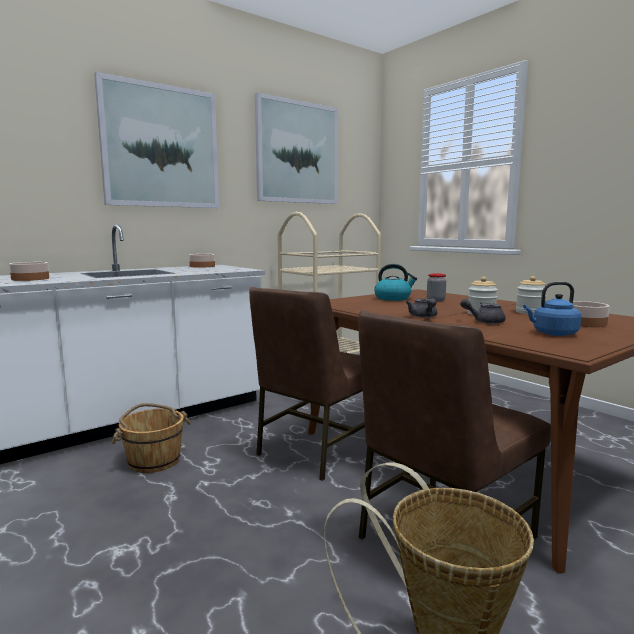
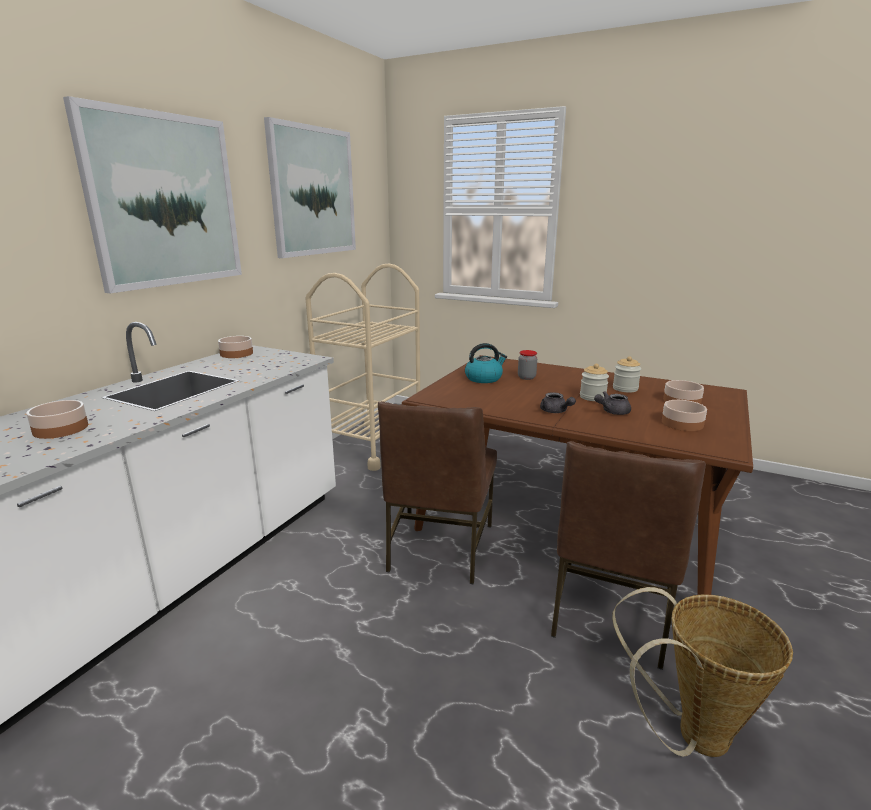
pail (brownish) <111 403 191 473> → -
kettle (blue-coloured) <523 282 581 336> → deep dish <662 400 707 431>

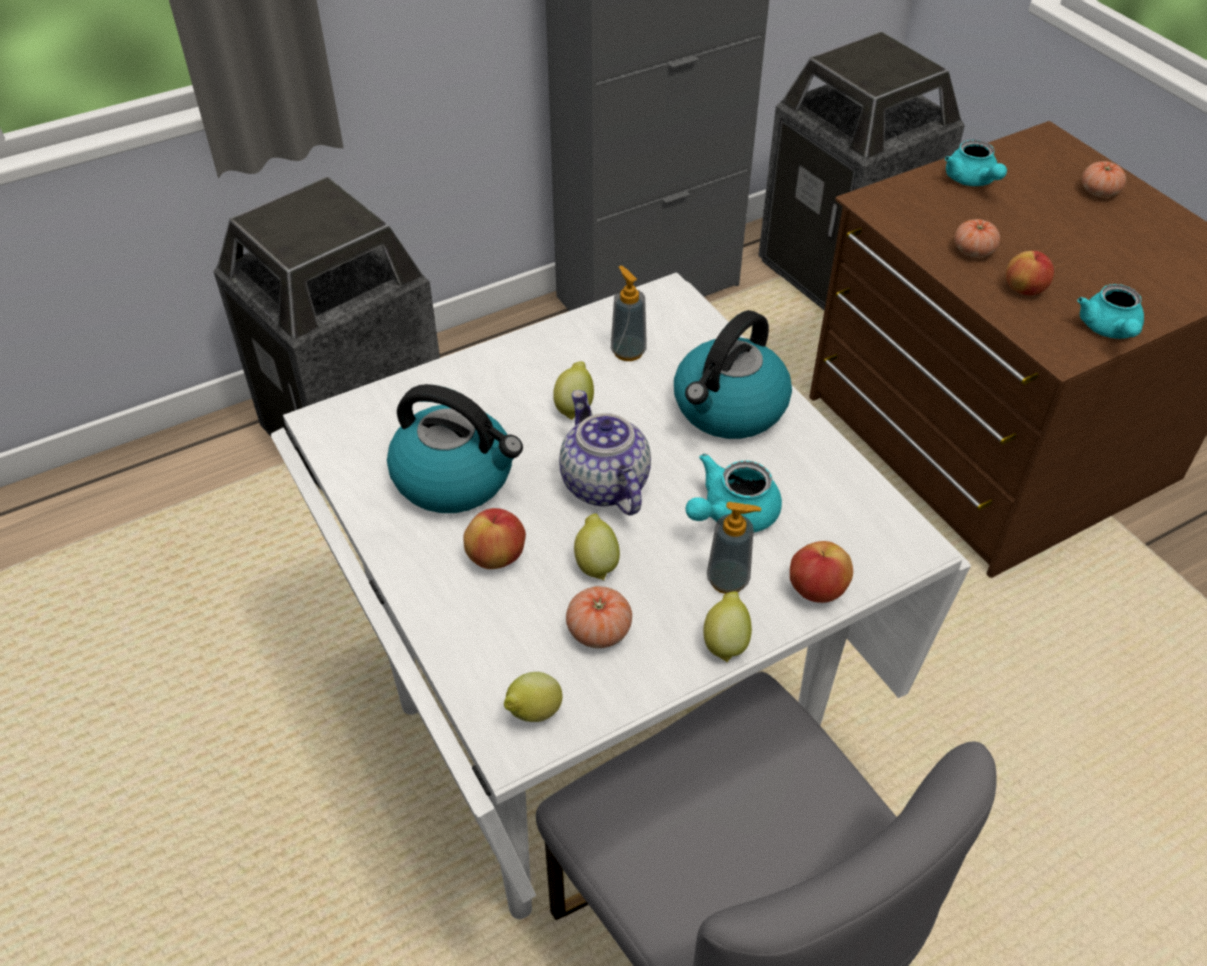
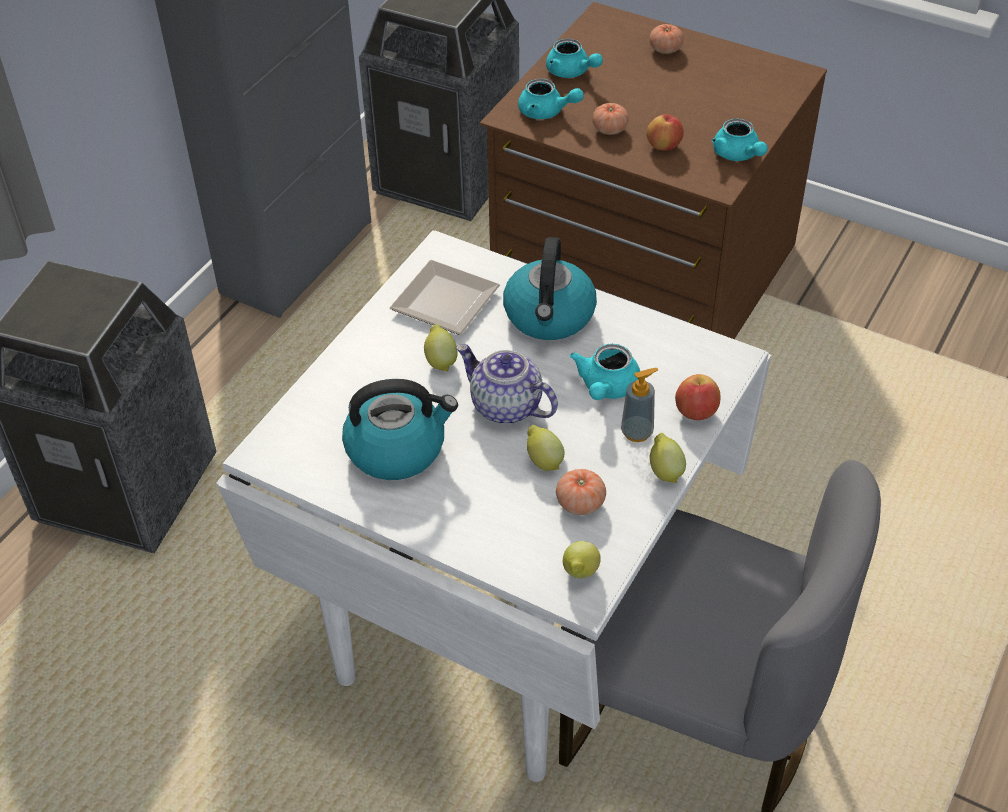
apple fruit <464 508 526 569> → -
liquid soap bottle <611 266 647 361> → plate <389 260 500 335>
- → pot for tea (turquoise-coloured) <518 78 584 119>

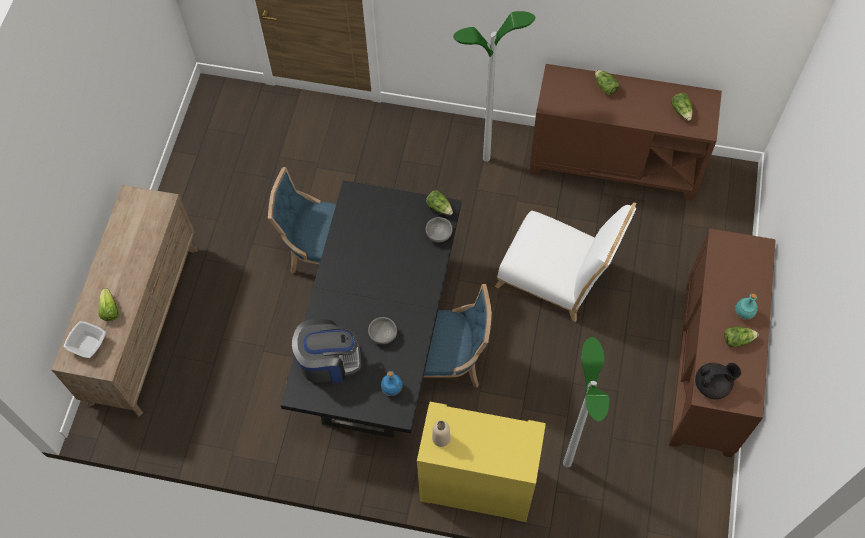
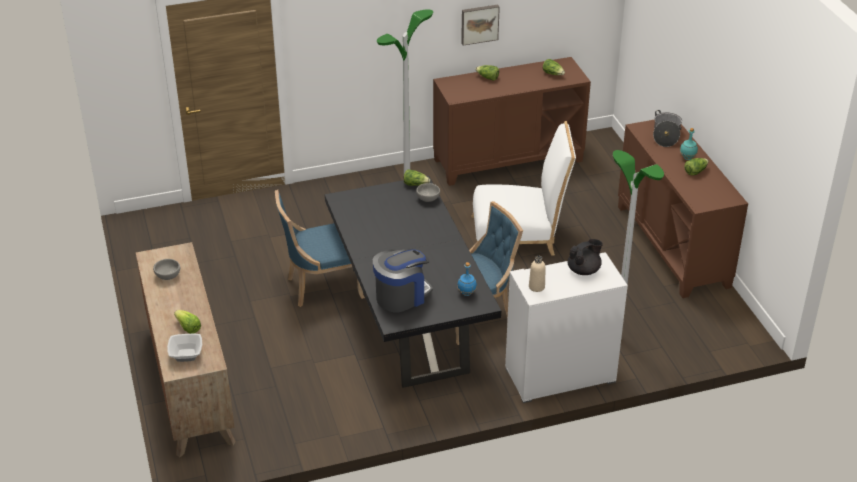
deep dish (gray) <368 317 397 344> → deep dish (gray) <153 259 180 280>, relocated
cupboard (yellow-coloured) <417 402 546 522> → cupboard (whitish) <505 252 628 403>
pot for tea (black) <695 363 741 399> → pot for tea (black) <567 239 603 275>, relocated
- → wall art <461 5 500 46>
- → stockpot <653 110 682 147>

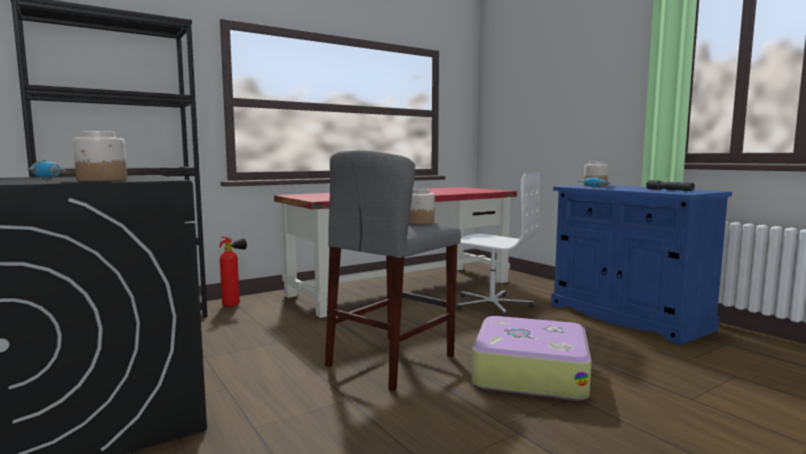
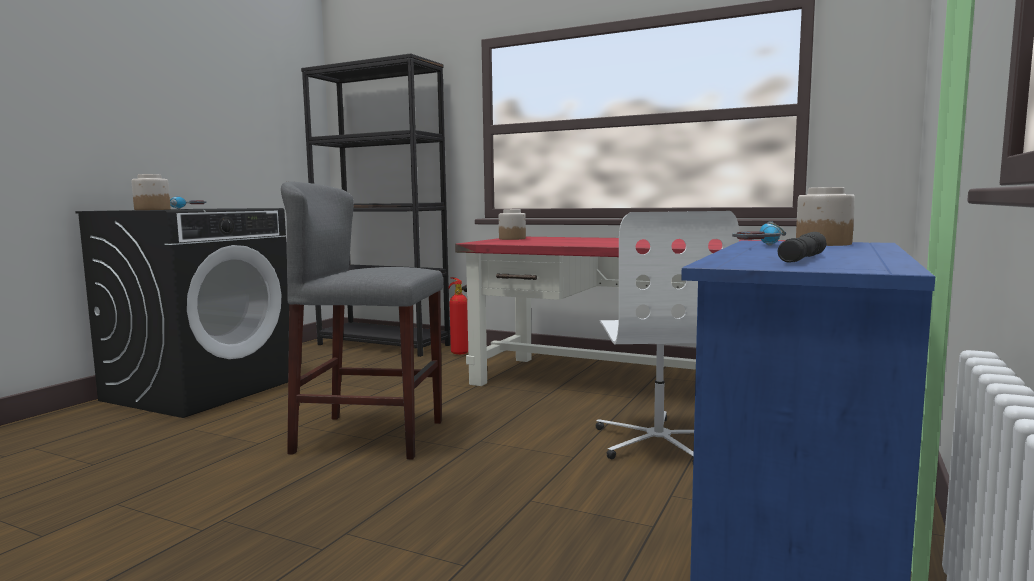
jar <408 189 435 224> → jar <499 209 526 240>, relocated
piece of luggage <472 316 592 401> → -

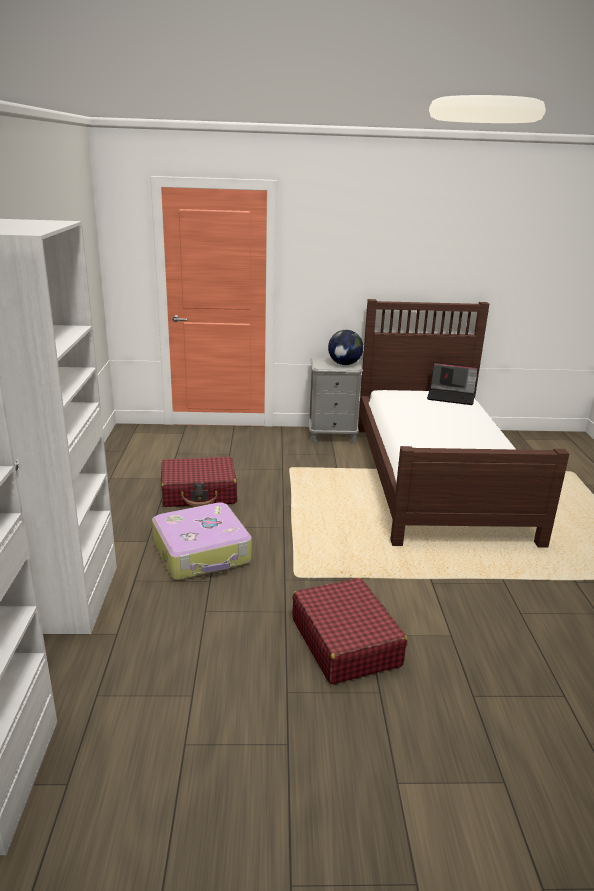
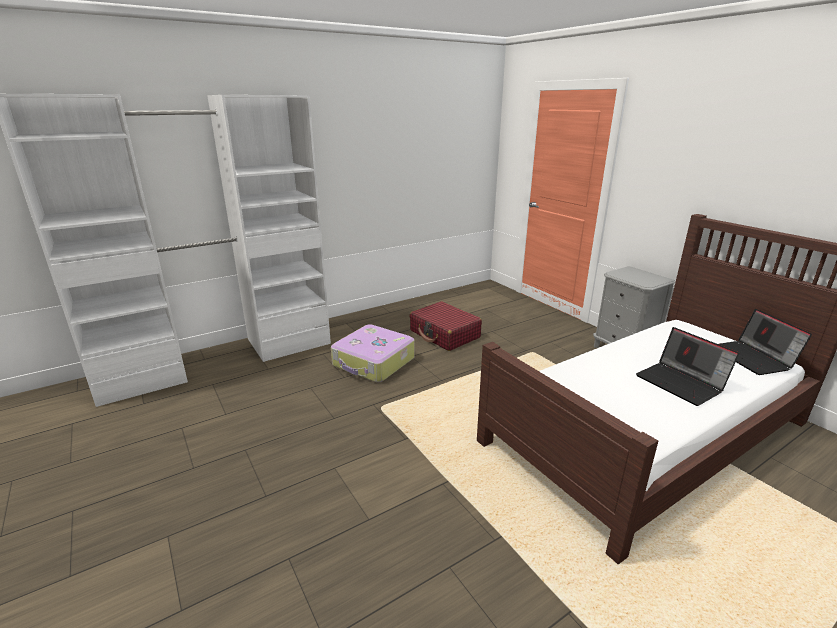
piece of luggage (red-coloured) <292 578 408 685> → -
world globe <328 330 363 365> → -
- → notebook computer <636 327 739 406>

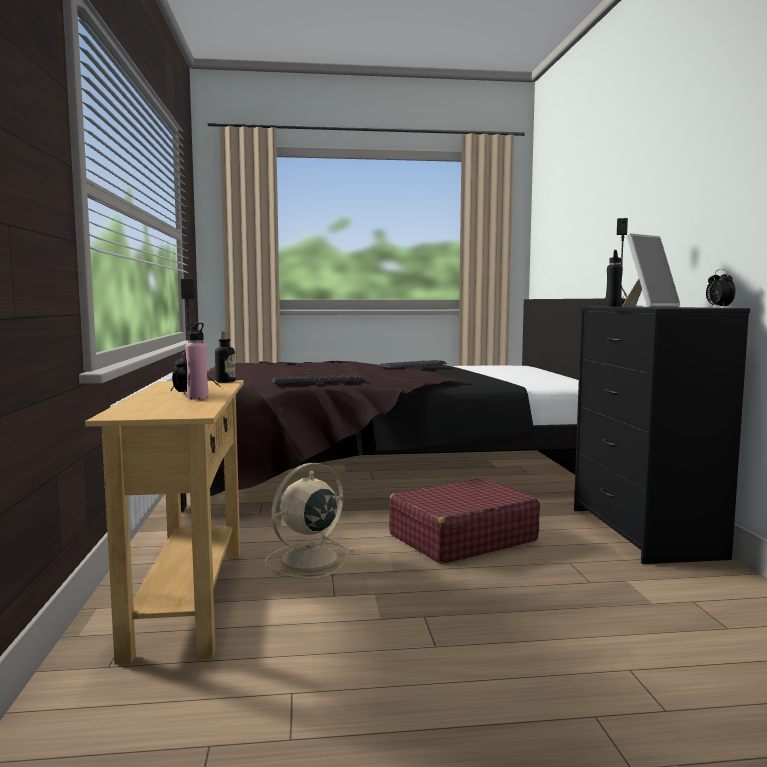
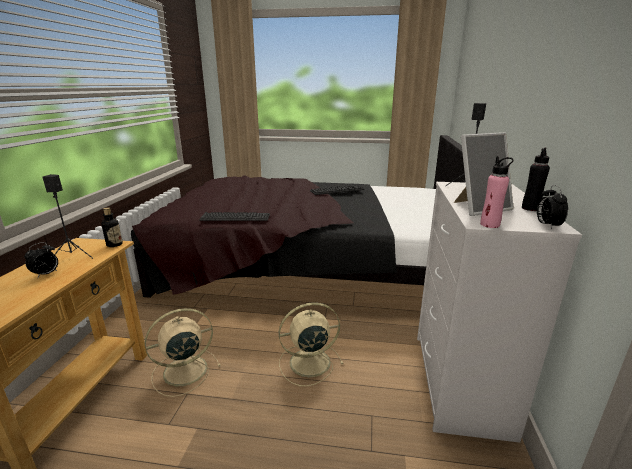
bottle (pinkish) <186 323 208 400> → bottle (pinkish) <480 156 514 228>, relocated
piece of luggage (red-coloured) <389 478 540 564> → electric fan (beige) <279 302 344 386>
dresser (black) <574 307 750 564> → dresser (whitish) <417 182 582 443>
bottle (black) <605 250 623 307> → bottle (black) <522 147 550 211>, relocated

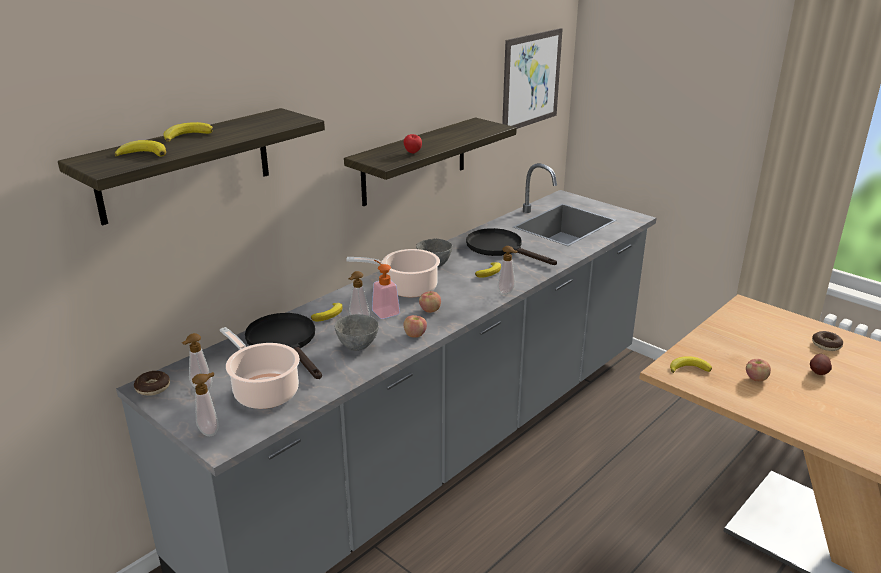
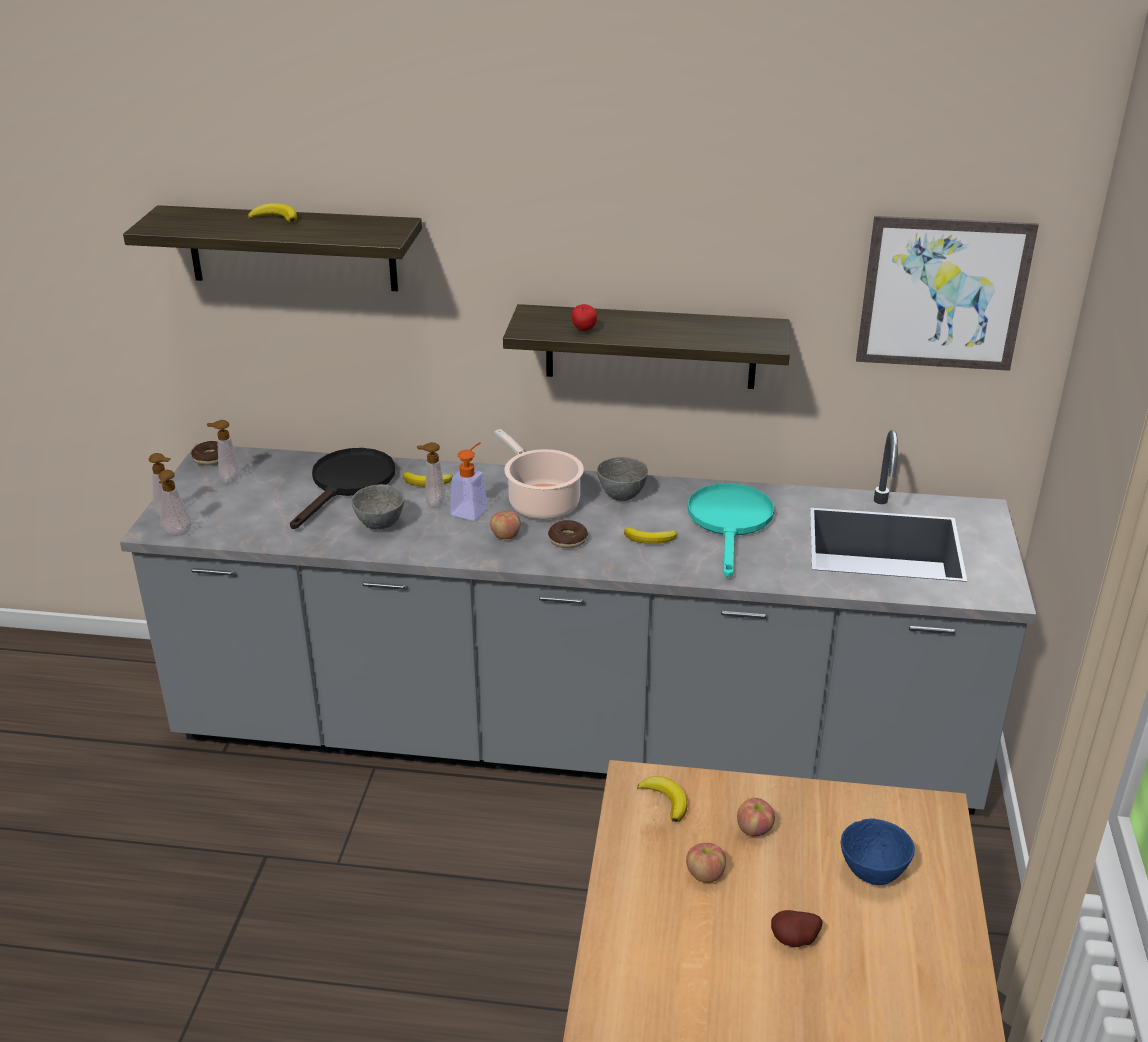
banana <115 140 166 157> → -
stockpot <220 327 300 409> → -
apple fruit <403 315 427 338> → apple fruit <737 798 775 837>, relocated
frying pan (black) <466 228 557 265> → frying pan (turquoise-coloured) <688 483 774 577>
liquid soap bottle <498 246 518 295> → liquid soap bottle <158 470 192 536>, relocated
ring doughnut <812 331 843 351> → ring doughnut <548 520 588 548>, relocated
- → deep dish (blue-coloured) <841 819 915 885>

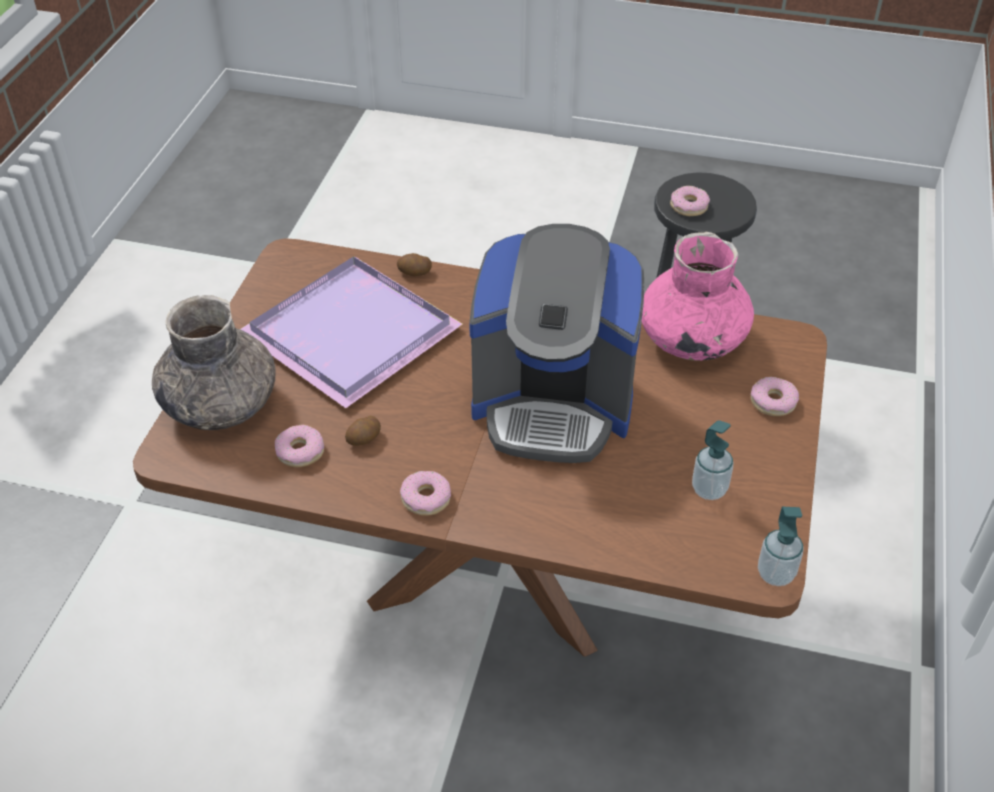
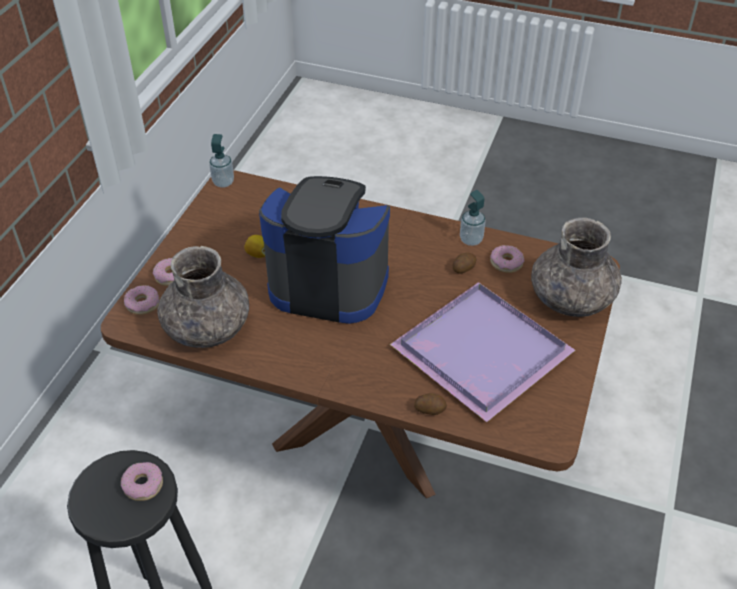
ring doughnut <400 471 451 516> → ring doughnut <124 285 160 315>, relocated
vase (pinkish) <642 232 754 361> → vase (gray) <157 246 249 348>
liquid soap bottle <692 420 733 500> → liquid soap bottle <460 190 486 246>, relocated
- → whole lemon <244 235 265 258>

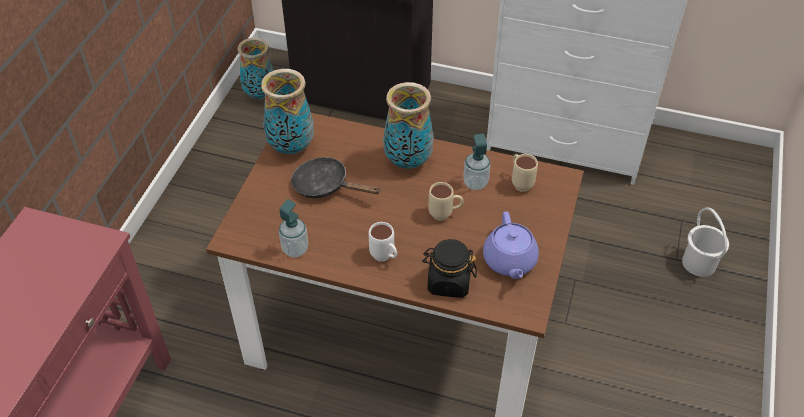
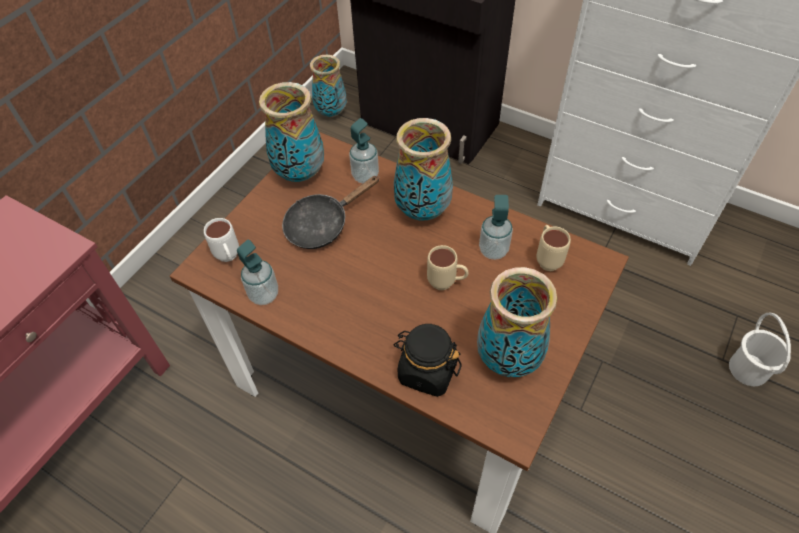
frying pan (black) <291 157 381 198> → frying pan (black) <282 176 380 249>, 75 degrees counterclockwise
mug (whitish) <369 222 397 261> → mug (whitish) <204 218 239 262>, relocated
pot for tea (purple) <483 211 539 279> → vase <477 267 557 377>
- → liquid soap bottle <349 118 379 183>

